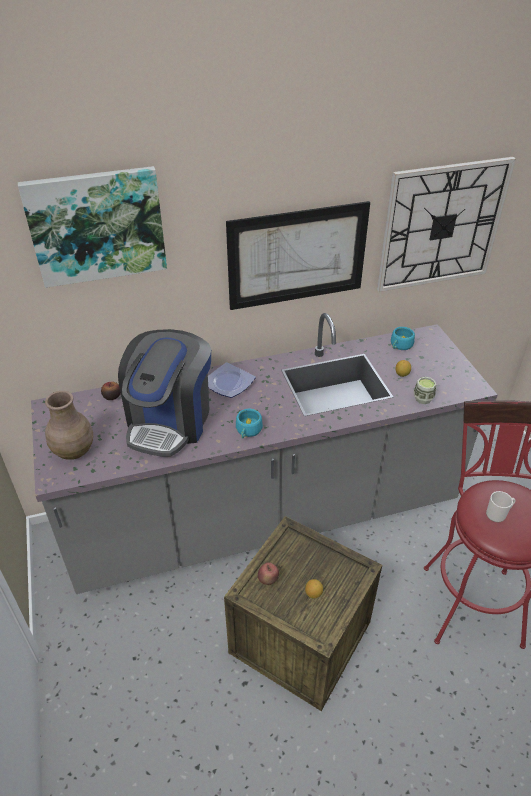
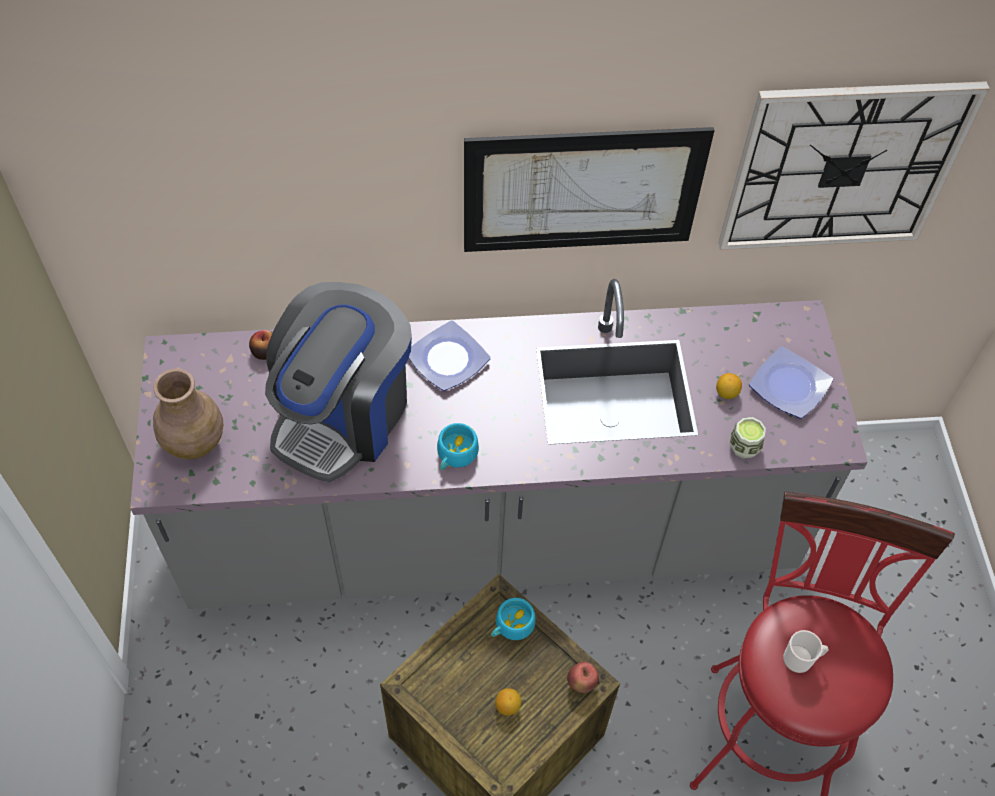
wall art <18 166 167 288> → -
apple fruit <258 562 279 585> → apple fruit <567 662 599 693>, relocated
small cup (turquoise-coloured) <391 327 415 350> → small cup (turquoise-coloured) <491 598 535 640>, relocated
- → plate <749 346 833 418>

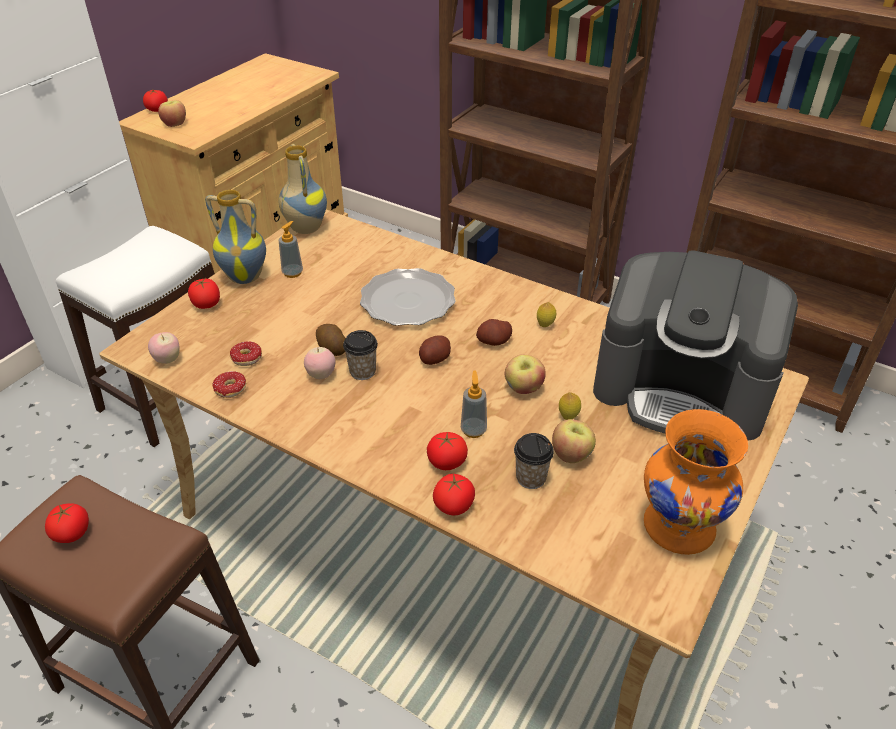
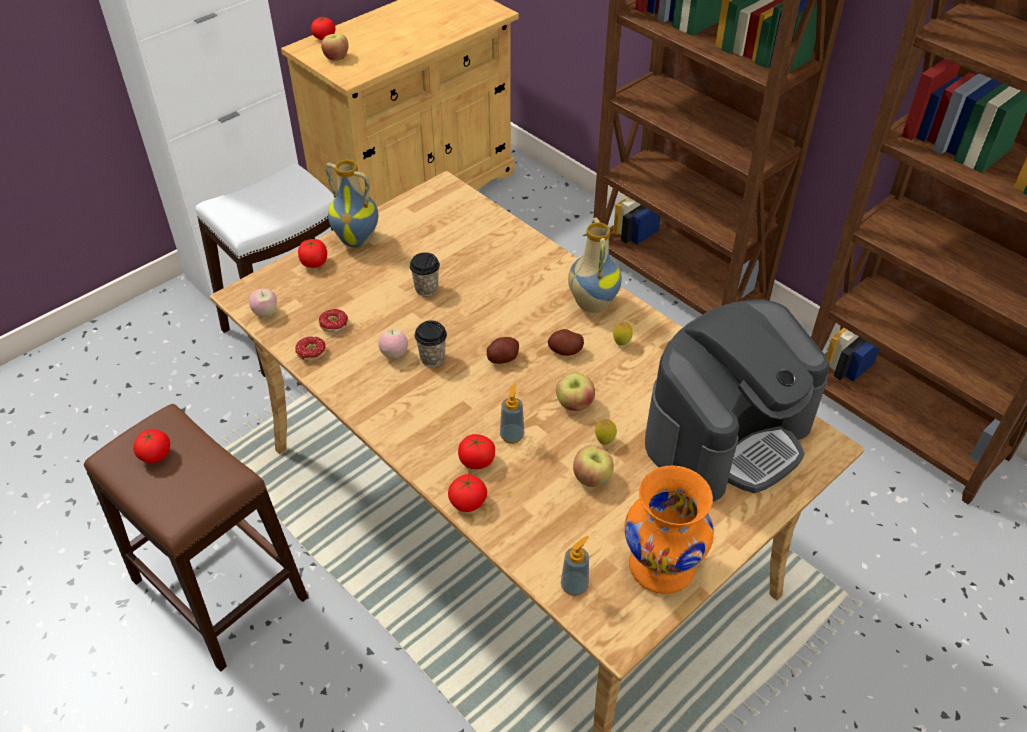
vase <279 144 327 234> → vase <568 218 622 313>, relocated
liquid soap bottle <279 221 303 278> → liquid soap bottle <561 536 589 596>, relocated
whole potato <316 324 346 356> → -
plate <360 268 456 326> → -
small cup <514 433 554 489> → small cup <410 252 440 296>, relocated
coffee machine <593 250 798 440> → coffee machine <645 300 830 502>, 75 degrees counterclockwise

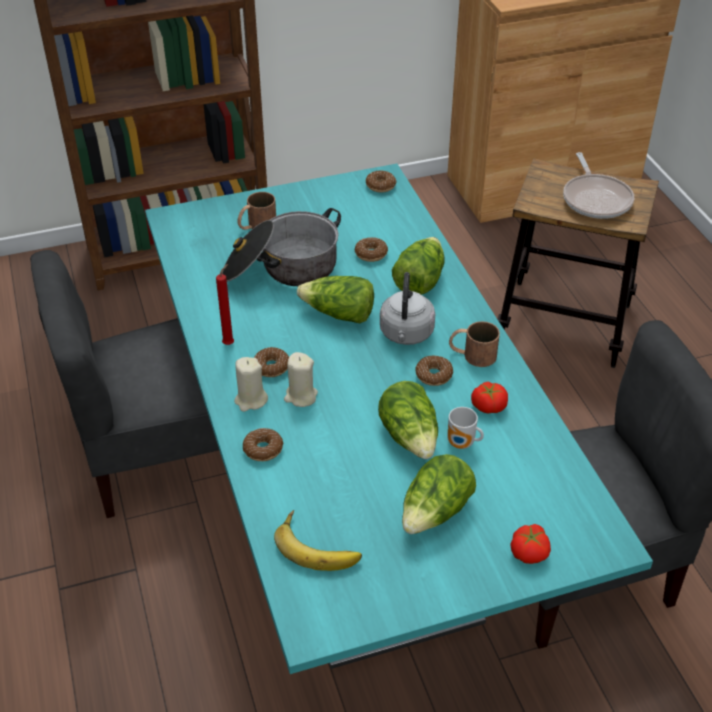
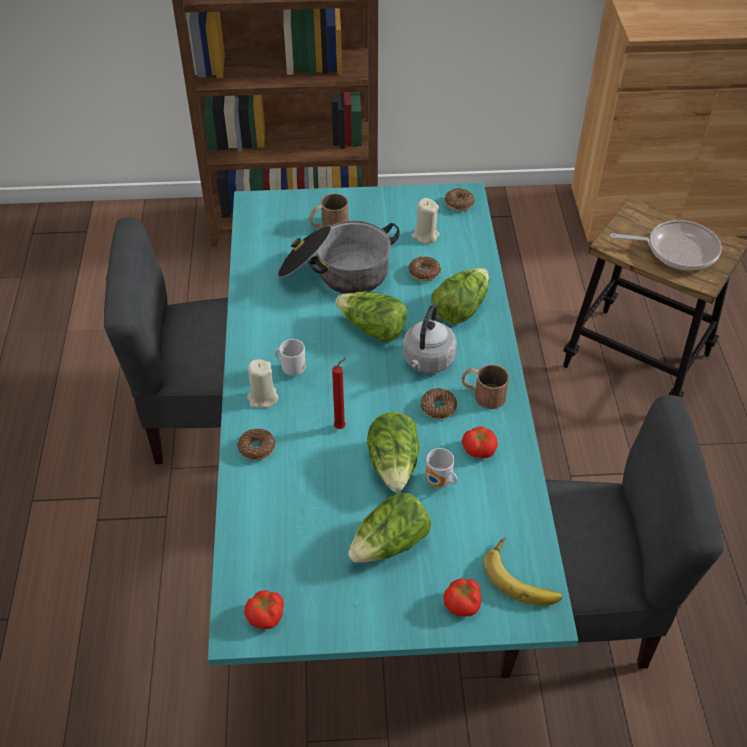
wax candle (red-coloured) <216 264 234 345> → wax candle (red-coloured) <332 358 346 429>, relocated
ring doughnut <254 347 289 377> → mug <275 339 306 376>
banana <274 510 362 571> → banana <483 537 563 606>, relocated
wax candle (beige) <284 352 318 407> → wax candle (beige) <411 198 440 244>, relocated
frying pan <563 152 634 219> → frying pan <610 220 722 270>, 90 degrees counterclockwise
- → whole tomato <244 590 284 629>

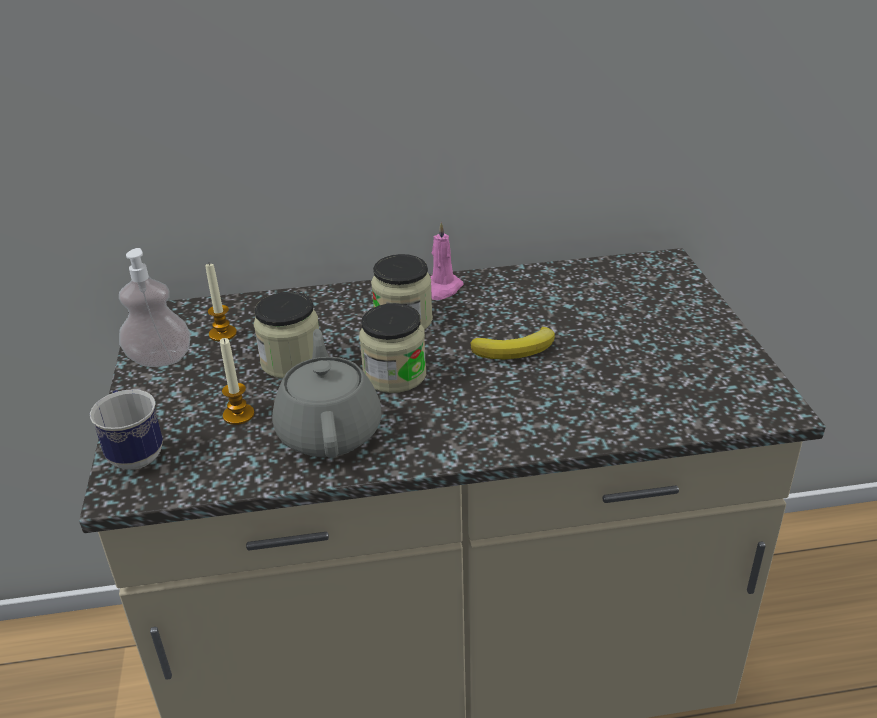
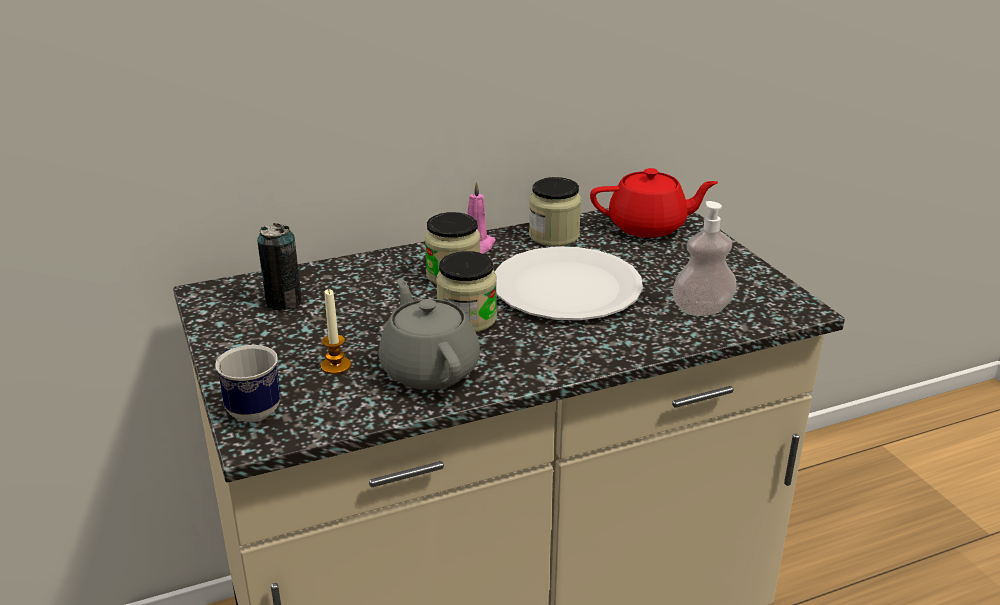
liquid soap bottle <119 248 190 367> → liquid soap bottle <672 201 737 316>, relocated
wax candle <205 263 237 342> → metal can <257 223 302 311>
jar <254 292 319 379> → jar <529 177 581 246>, relocated
banana <470 327 555 359> → plate (whitish) <494 246 643 320>
- → pot for tea (red-coloured) <590 168 718 238>

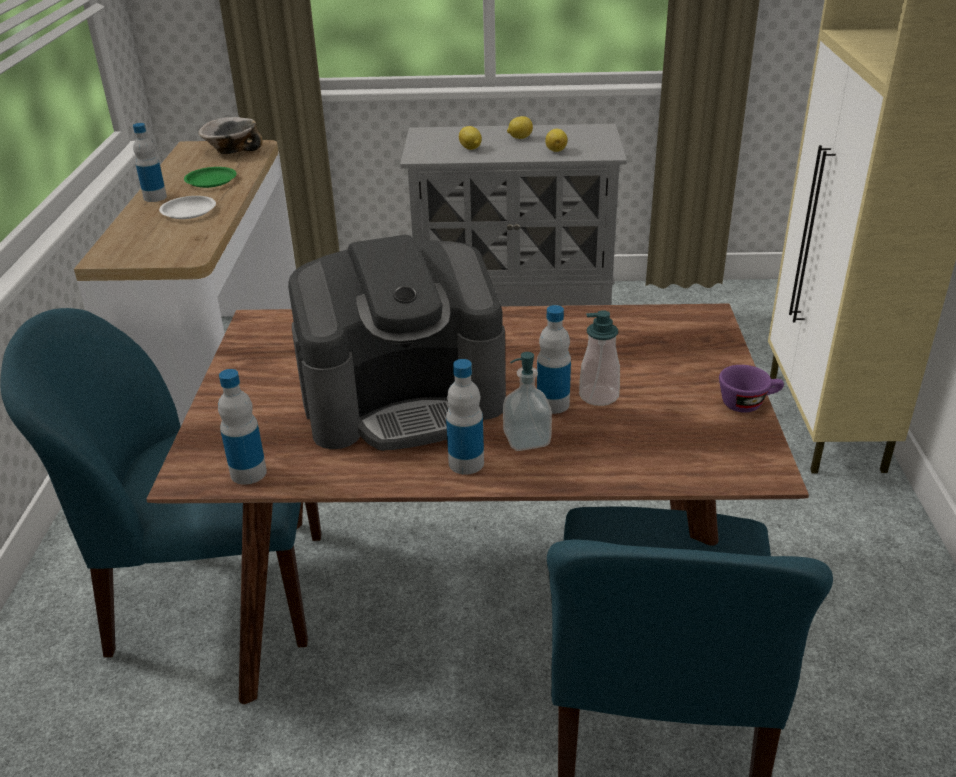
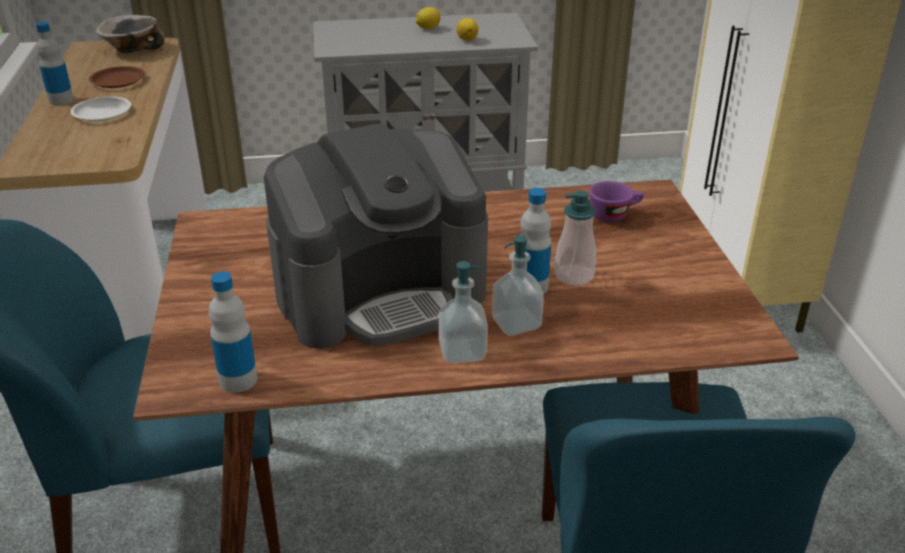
plate (greenish) <184 167 237 188> → plate (brownish) <89 66 145 88>
bottle <446 359 484 475> → liquid soap bottle <439 261 488 364>
whole lemon <459 126 482 150> → -
small cup (purple) <719 365 784 413> → small cup (purple) <589 181 644 222>, relocated

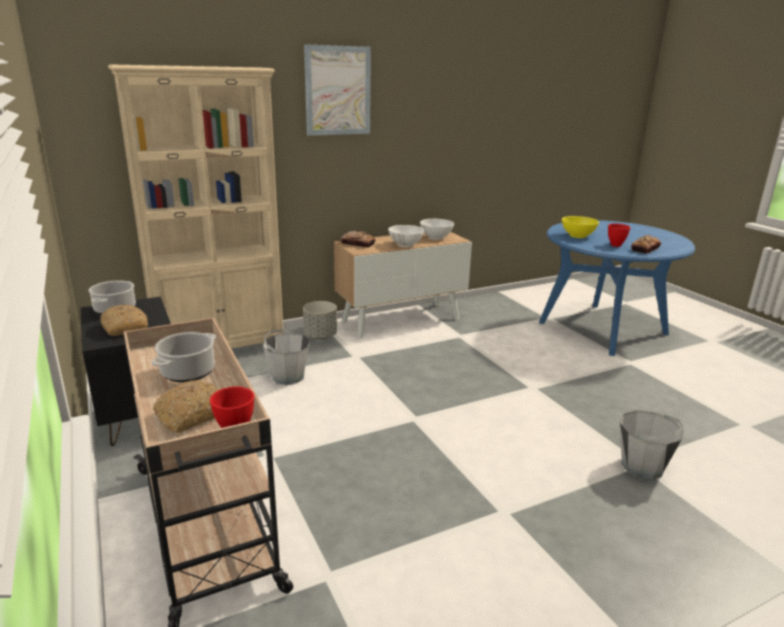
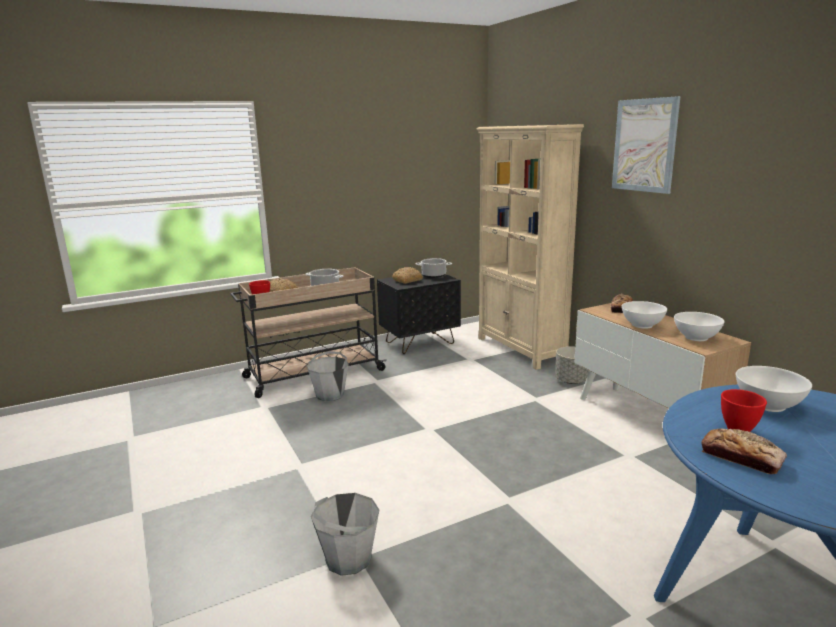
pail (gray) <263 329 310 385> → pail (gray) <307 351 349 402>, relocated
deep dish (yellow-coloured) <562 216 599 238> → deep dish (whitish) <736 366 812 412>

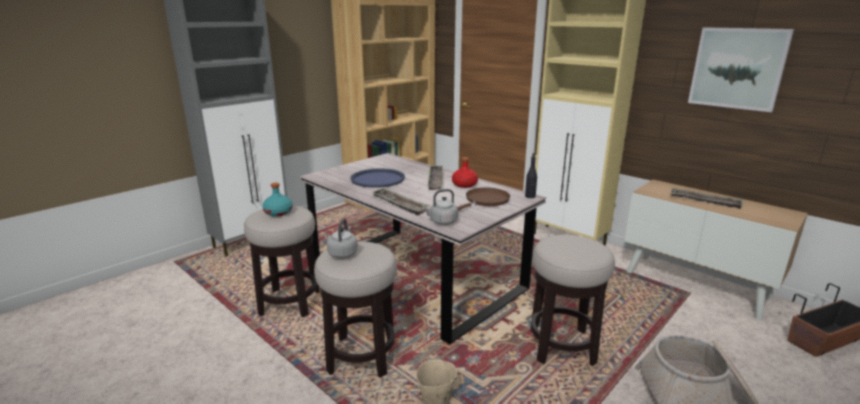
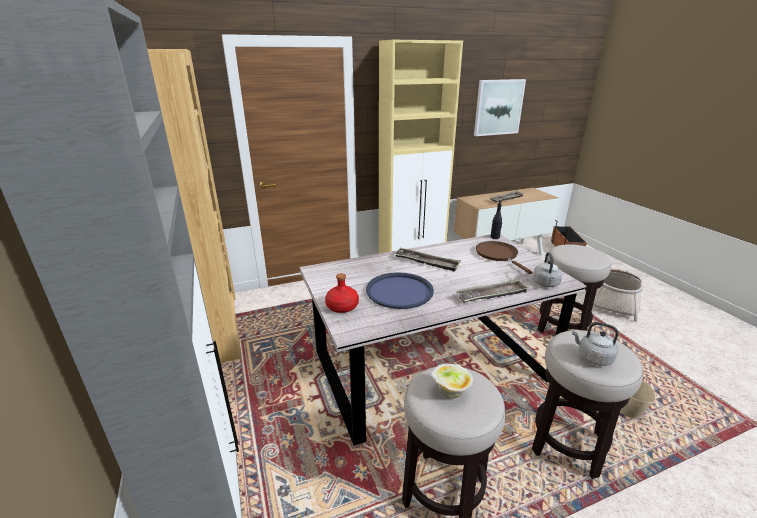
bottle (turquoise-coloured) <263 183 293 217> → deep dish <432 364 473 398>
bottle (red-coloured) <452 157 478 188> → bottle (red-coloured) <325 273 359 313>, relocated

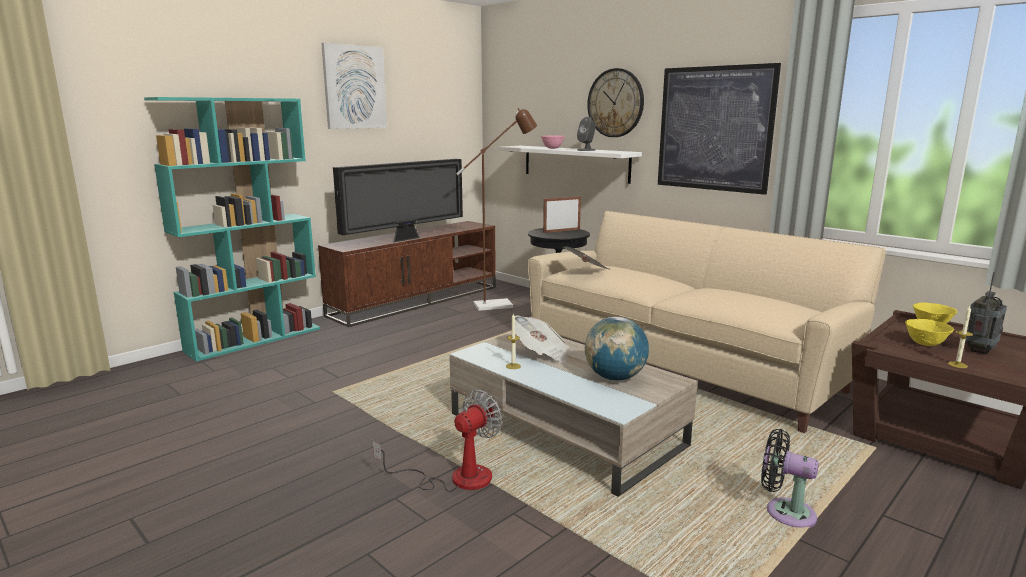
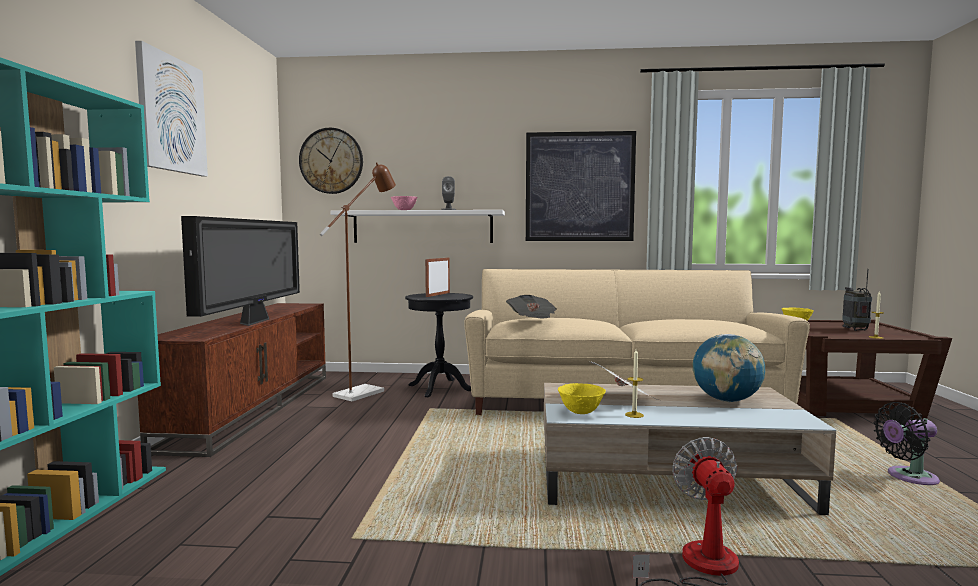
hanging clock <587 68 644 137> → hanging clock <299 128 363 194>, relocated
deep dish (yellow-coloured) <905 319 954 346> → deep dish (yellow-coloured) <558 383 606 414>, relocated

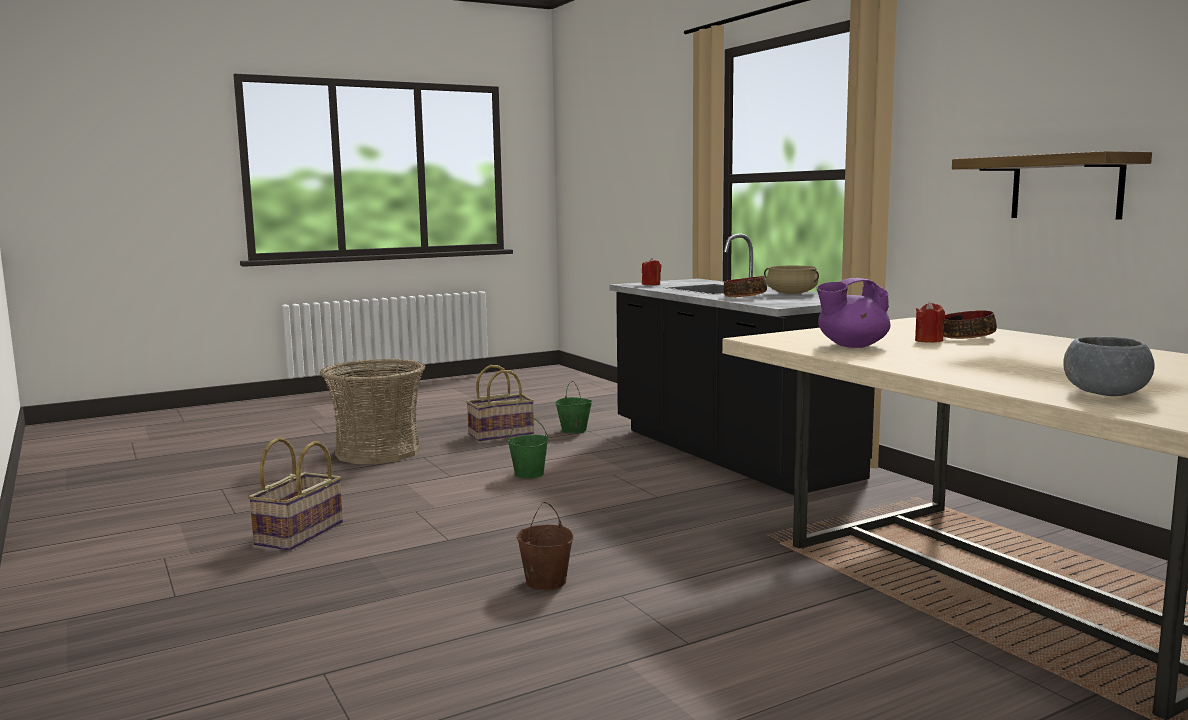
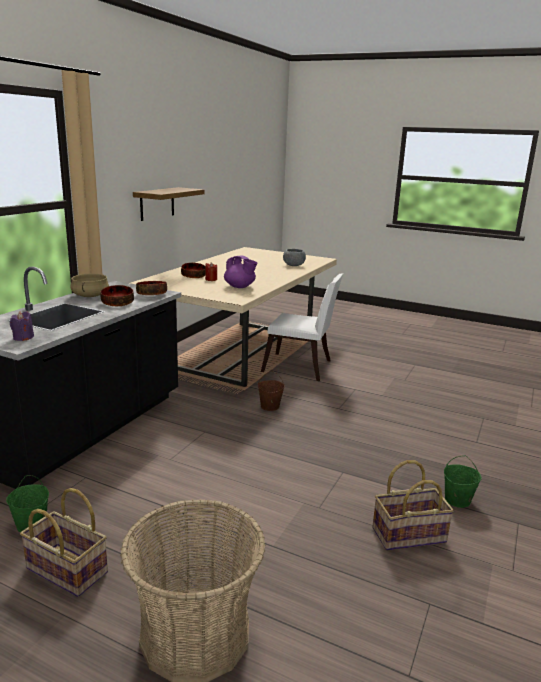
pail (greenish) <508 416 549 479> → pail (greenish) <444 455 482 508>, relocated
pail (brownish) <516 502 574 590> → pail (brownish) <258 371 284 411>, relocated
wax candle (red-coloured) <642 258 661 285> → wax candle (purple) <10 312 34 341>
- → deep dish <136 281 167 295>
- → plain chair (whitish) <261 273 343 381>

